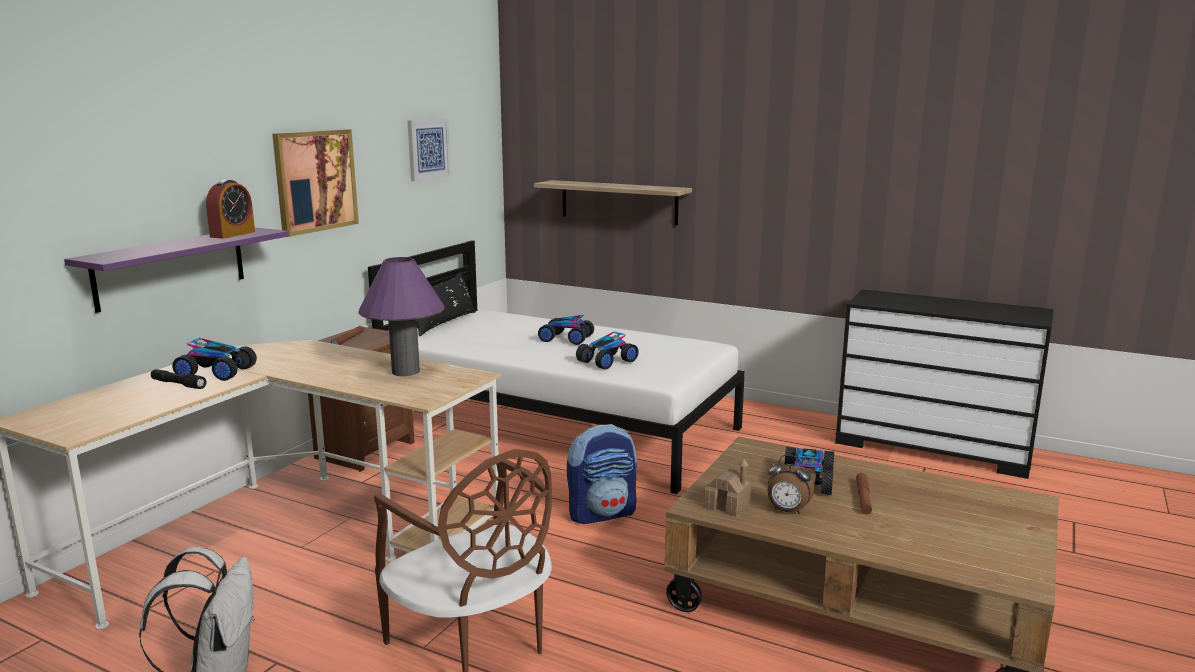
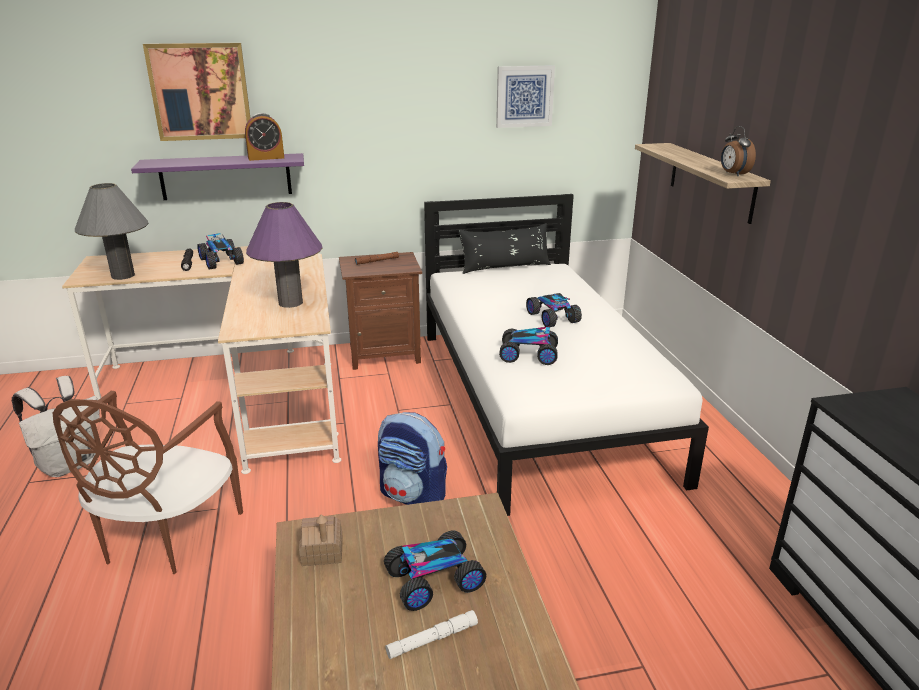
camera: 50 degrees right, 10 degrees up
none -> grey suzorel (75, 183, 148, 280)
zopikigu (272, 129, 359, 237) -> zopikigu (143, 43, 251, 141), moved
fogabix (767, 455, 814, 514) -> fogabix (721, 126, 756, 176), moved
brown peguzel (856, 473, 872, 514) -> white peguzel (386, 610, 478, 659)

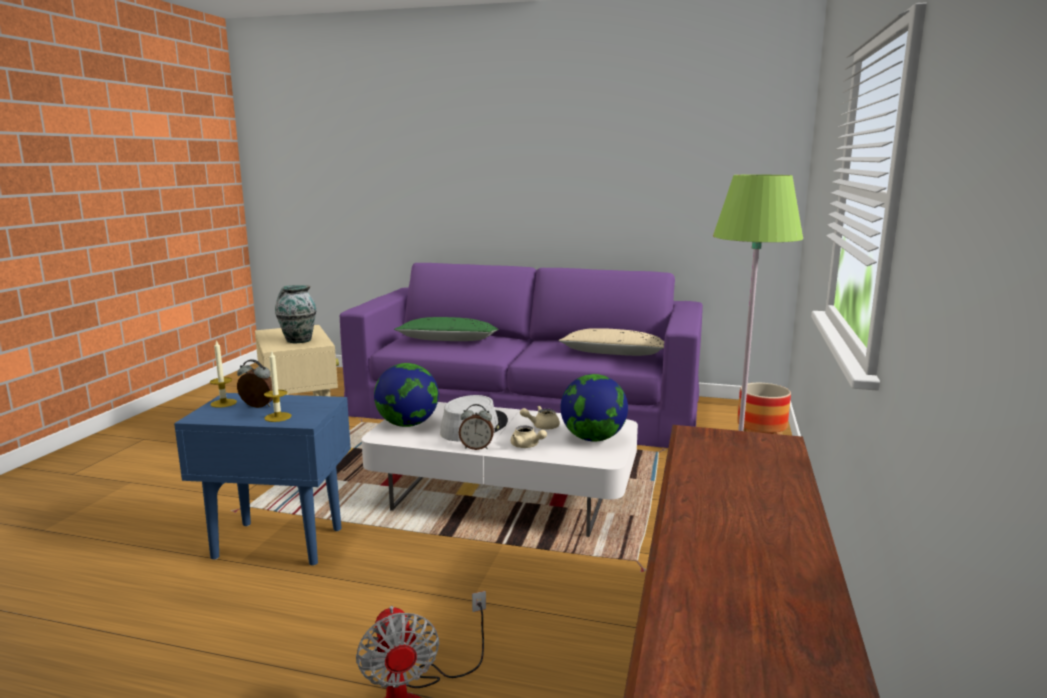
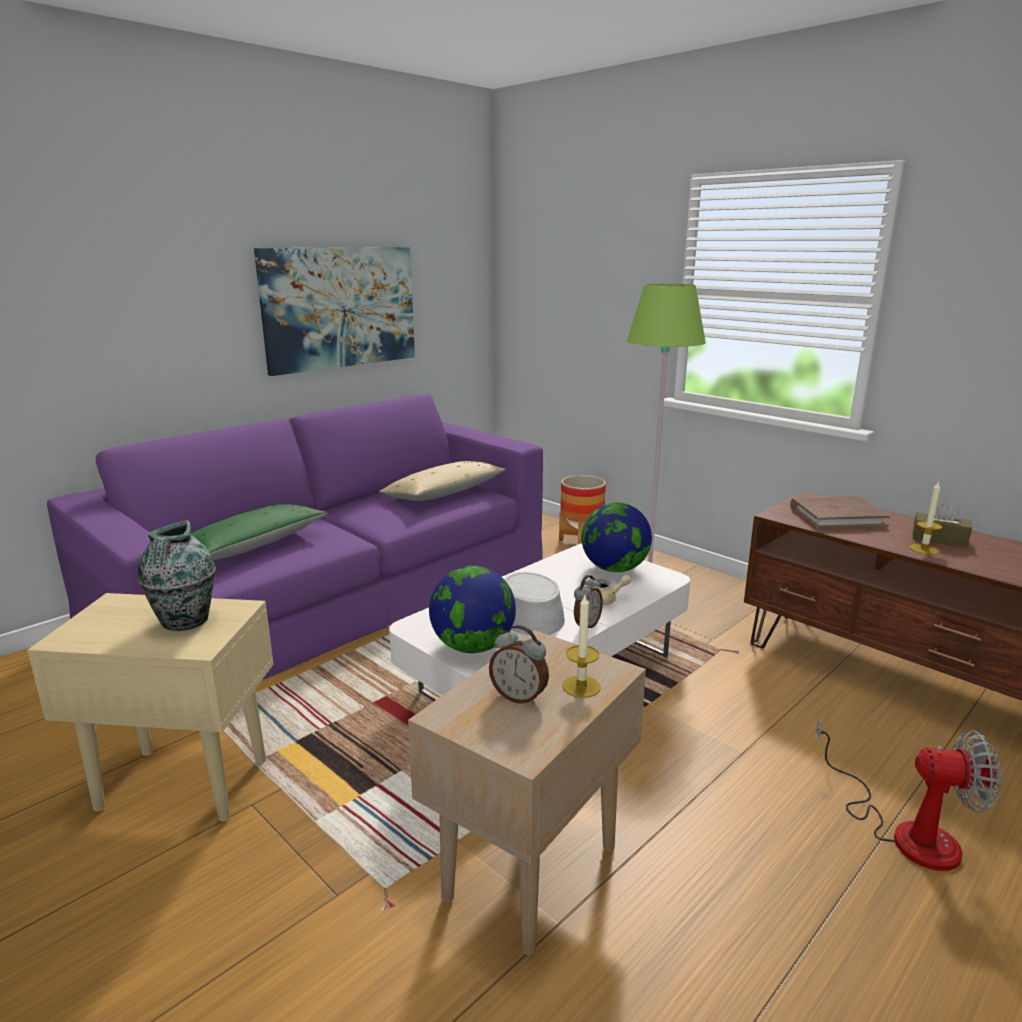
camera: 60 degrees left, 5 degrees up
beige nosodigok (520, 406, 560, 430) -> none
none -> zopikigu (254, 247, 415, 376)
none -> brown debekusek (790, 496, 890, 529)
none -> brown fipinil (913, 501, 972, 548)
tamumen (210, 340, 237, 408) -> tamumen (909, 481, 943, 555), moved
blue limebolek (174, 393, 351, 566) -> beige limebolek (408, 630, 646, 955)
fogabix (237, 359, 273, 408) -> fogabix (489, 625, 549, 705), 105 degrees counterclockwise

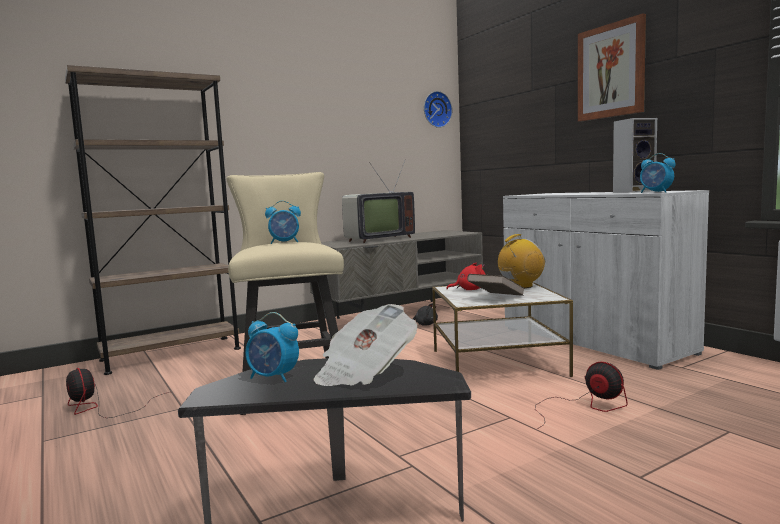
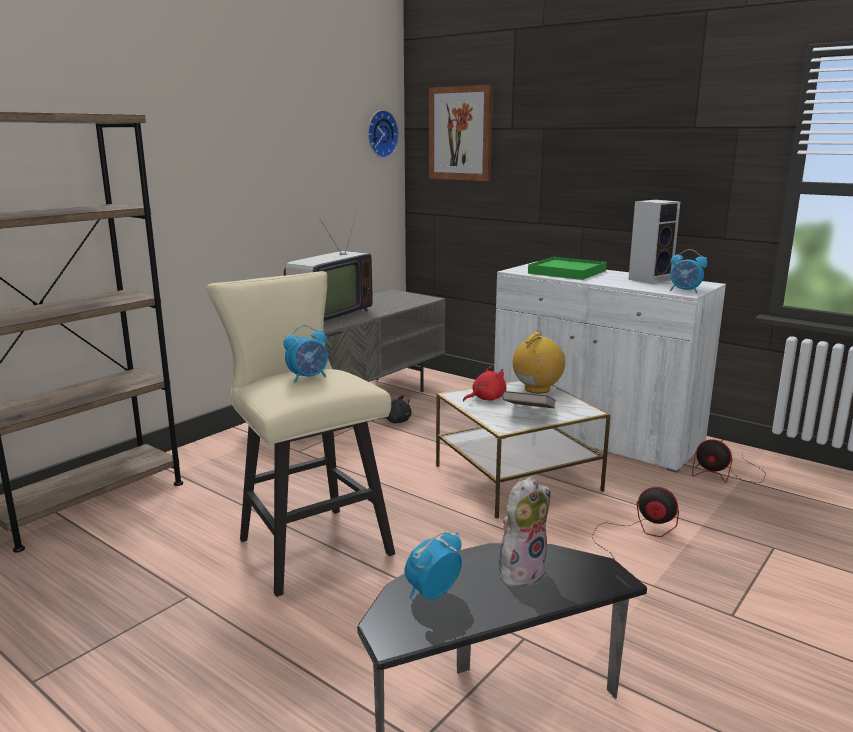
camera: 20 degrees left, 10 degrees up
none -> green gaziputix (528, 257, 607, 280)
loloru (66, 368, 169, 418) -> loloru (692, 440, 766, 483), moved
zopikigu (578, 13, 646, 122) -> zopikigu (429, 85, 493, 181), moved
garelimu (314, 304, 417, 386) -> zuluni (499, 477, 550, 587)
fogabix (245, 312, 299, 382) -> fogabix (404, 532, 462, 600), 135 degrees clockwise

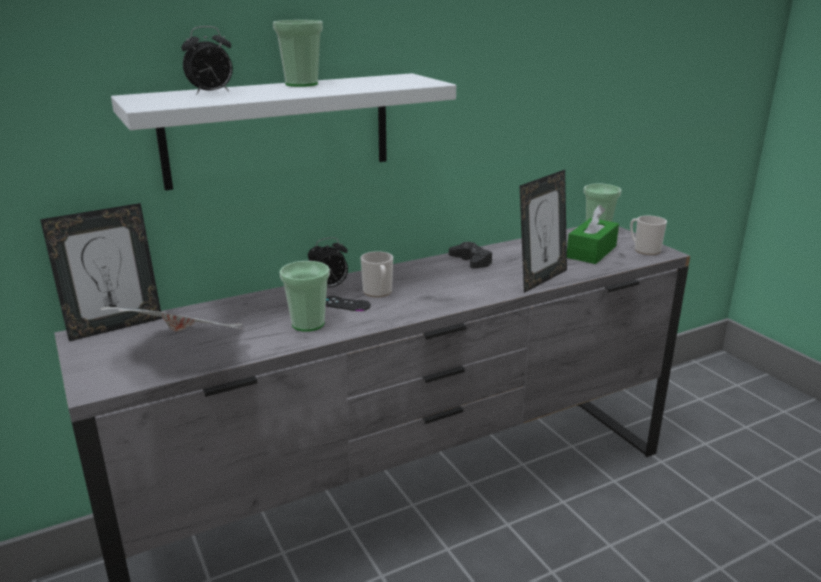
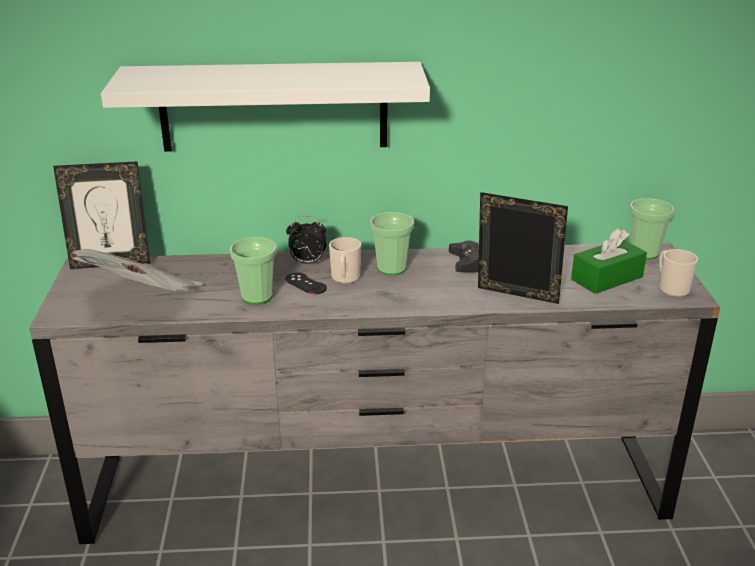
camera: 25 degrees right, 5 degrees up
fogabix (182, 26, 233, 95) -> none
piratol (273, 20, 323, 87) -> piratol (371, 212, 414, 275), moved
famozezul (520, 170, 567, 293) -> famozezul (478, 192, 568, 304), 135 degrees counterclockwise

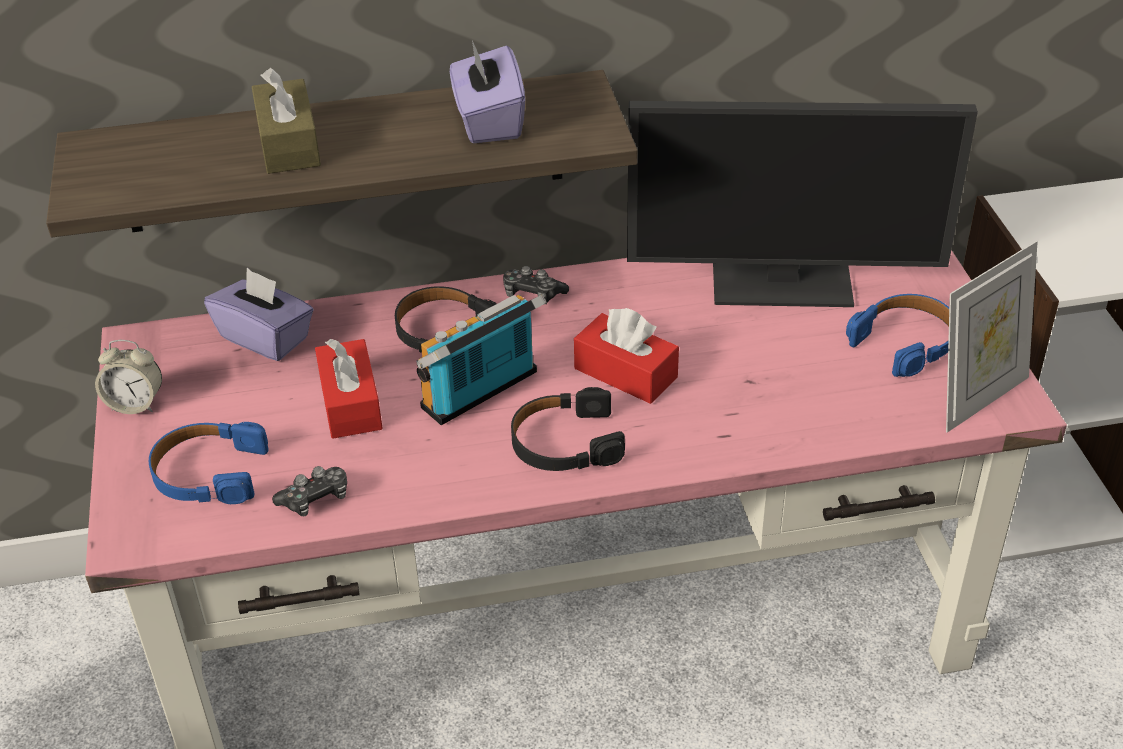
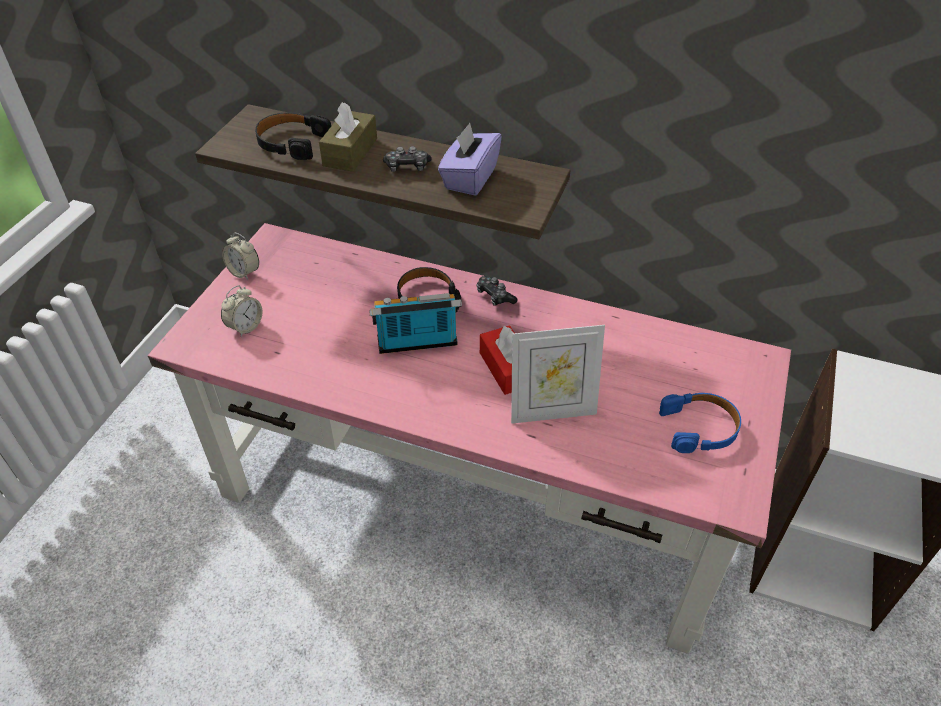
camera: 30 degrees right, 5 degrees up
purple fipinil (204, 268, 314, 361) -> none
red fipinil (315, 339, 383, 439) -> none
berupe (627, 101, 978, 307) -> none
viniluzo (272, 466, 347, 517) -> viniluzo (383, 146, 432, 172), moved
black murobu (511, 387, 625, 471) -> black murobu (255, 113, 331, 160), moved
famozezul (946, 241, 1038, 433) -> famozezul (511, 325, 605, 424), moved
blue murobu (149, 422, 269, 504) -> fogabix (221, 285, 263, 337)

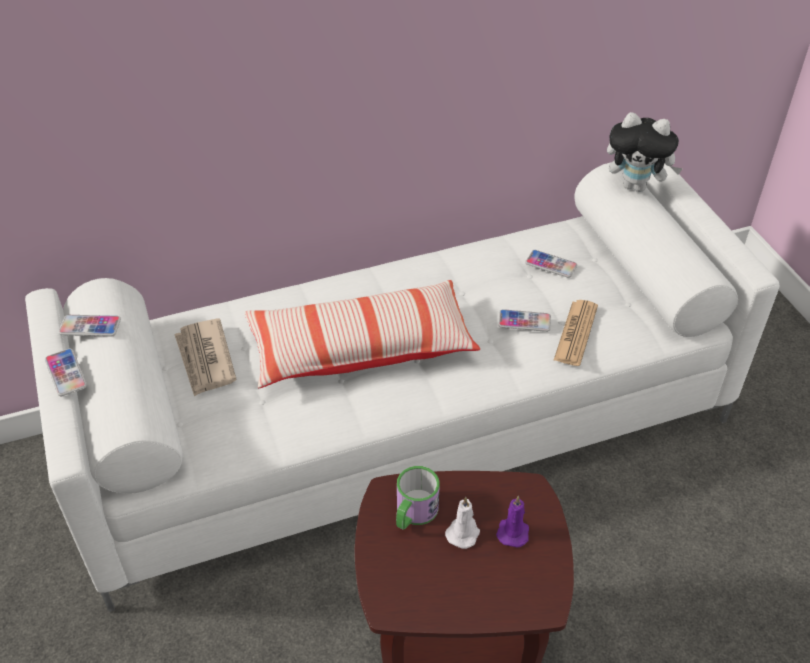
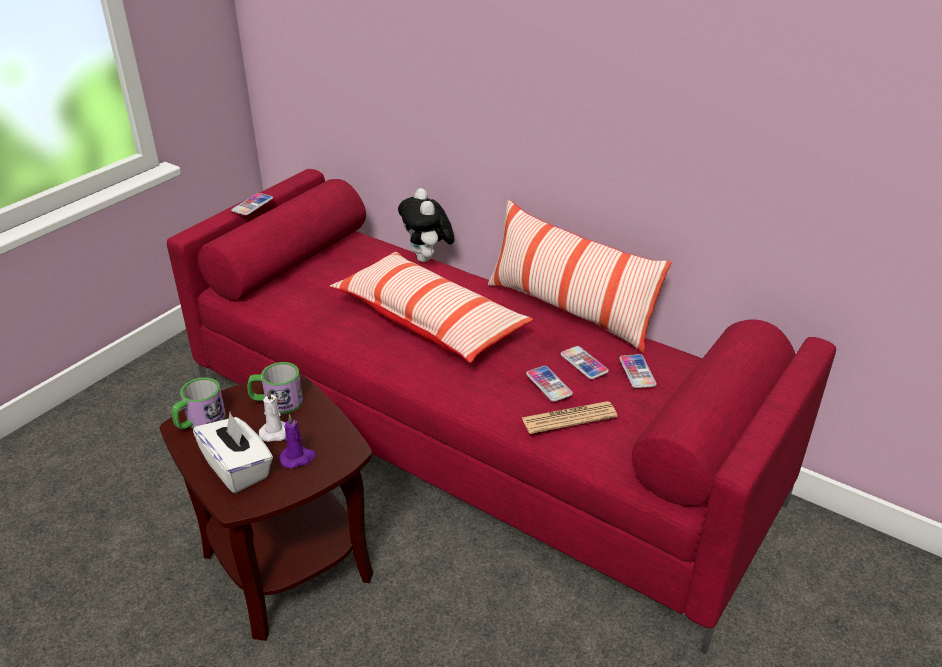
camera: 55 degrees right, 10 degrees down
garelimu (174, 319, 237, 397) -> none
none -> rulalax (172, 377, 226, 430)
none -> white fipinil (193, 412, 273, 493)
none -> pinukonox (488, 200, 672, 353)
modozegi (59, 315, 121, 337) -> modozegi (561, 346, 609, 379), moved
zuluni (607, 112, 683, 192) -> zuluni (398, 188, 454, 262), moved
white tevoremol (25, 163, 779, 612) -> red tevoremol (167, 169, 836, 654)

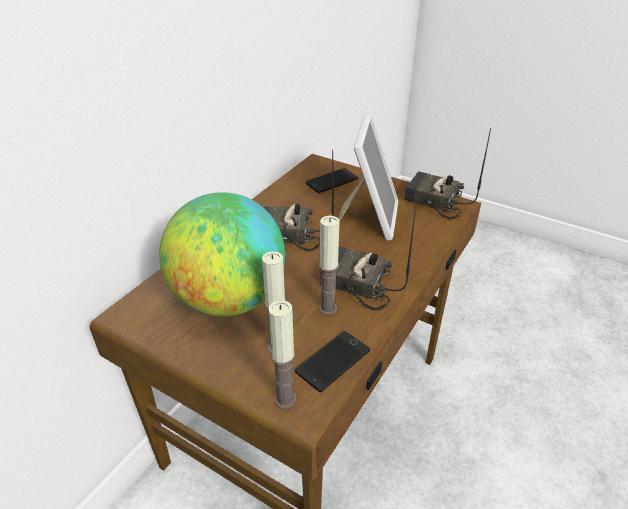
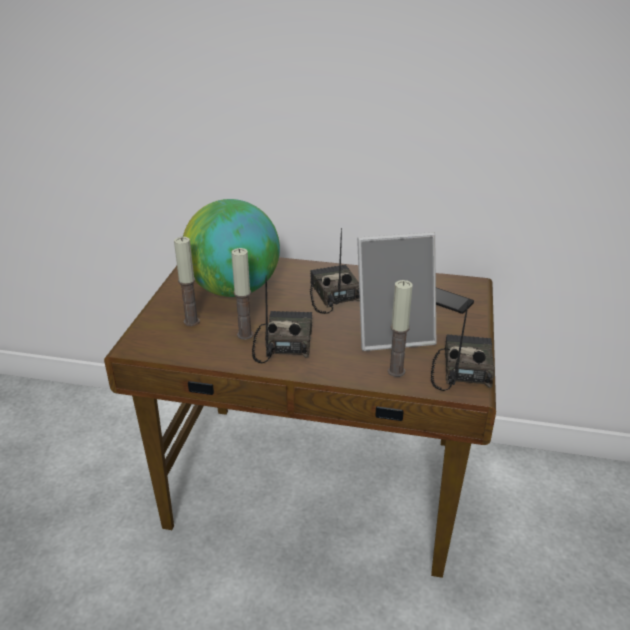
camera: 70 degrees right, 5 degrees down
modozegi (295, 331, 370, 392) -> none
tamumen (269, 300, 296, 409) -> tamumen (388, 280, 413, 377), moved

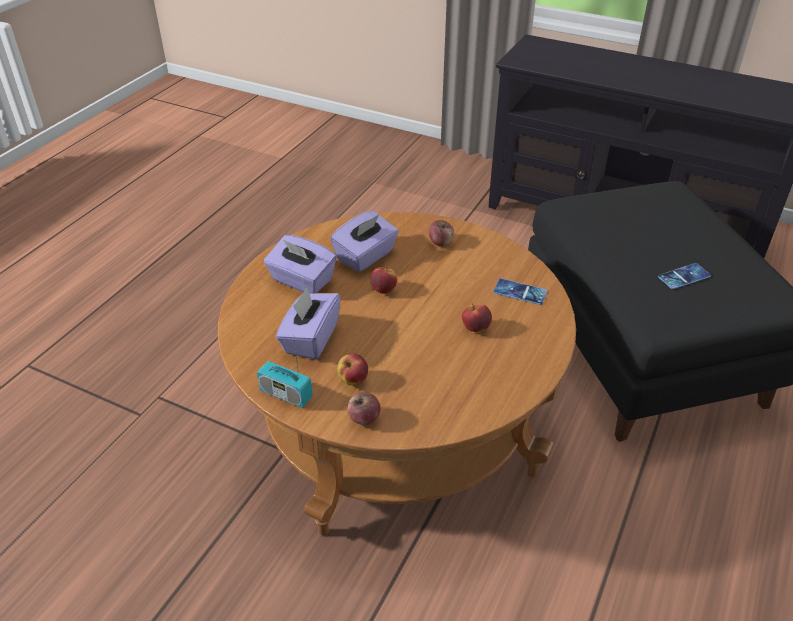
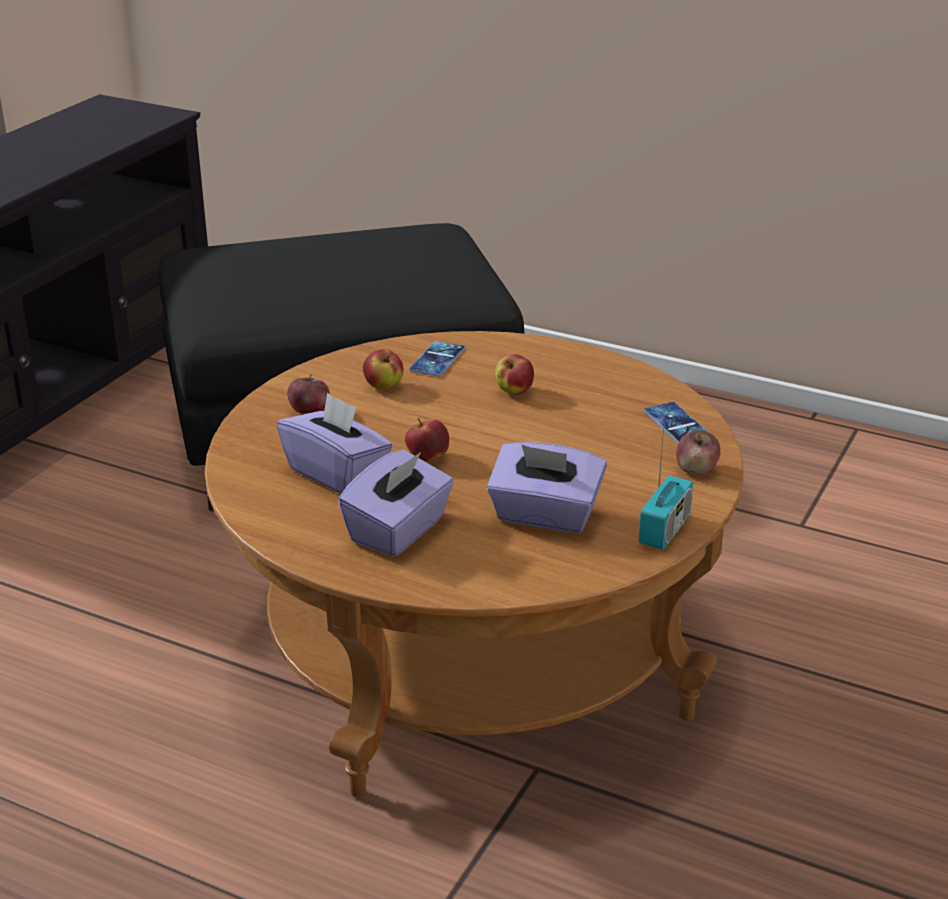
camera: 90 degrees left, 10 degrees down
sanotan (337, 353, 368, 386) -> sanotan (363, 349, 403, 389), moved
modozegi (658, 263, 711, 289) -> modozegi (644, 402, 708, 443), moved

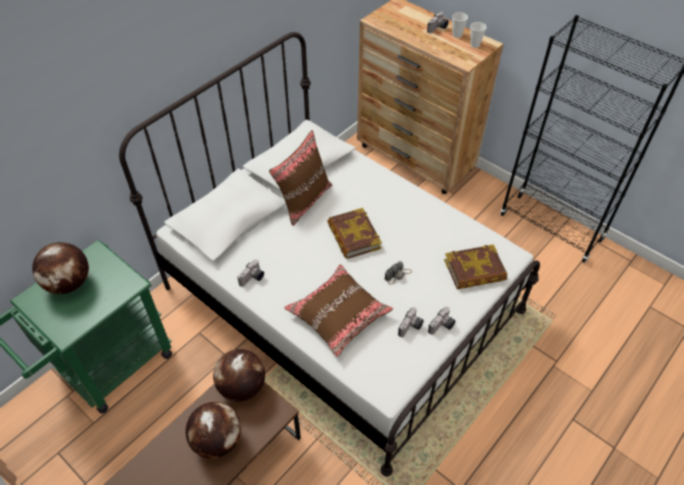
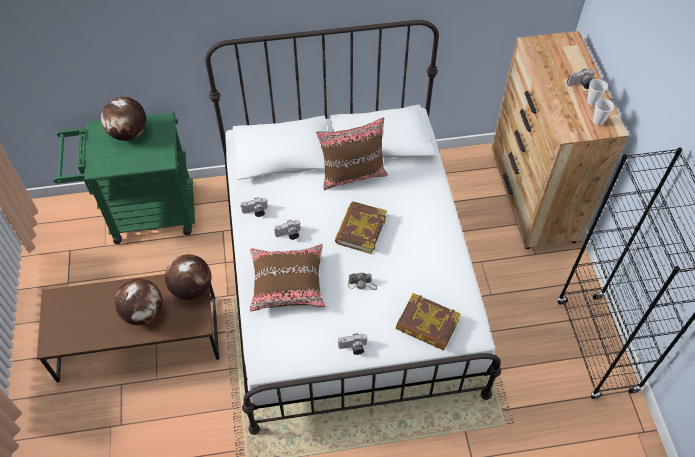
camera: 40 degrees right, 5 degrees up
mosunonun (398, 307, 424, 337) -> mosunonun (274, 220, 301, 240), moved

